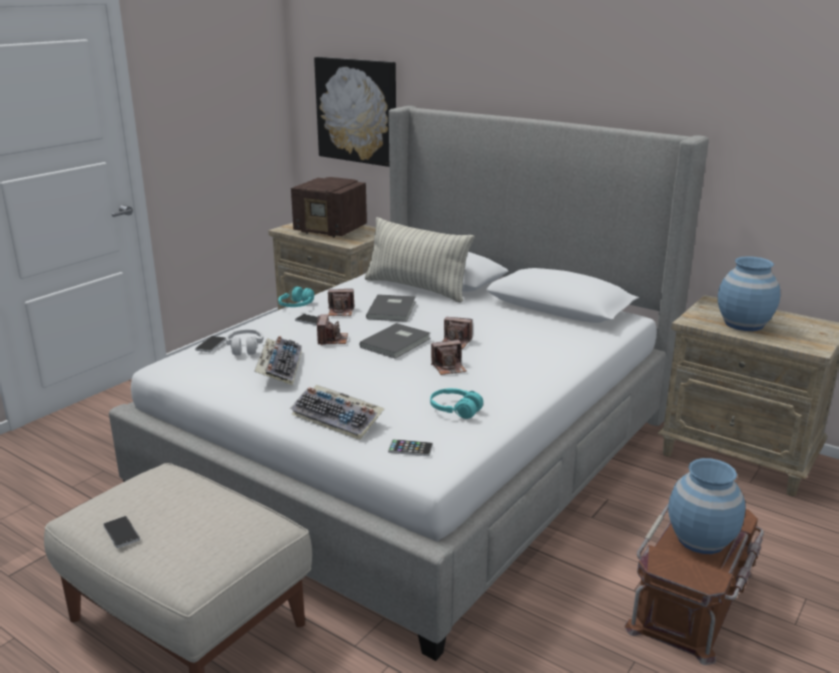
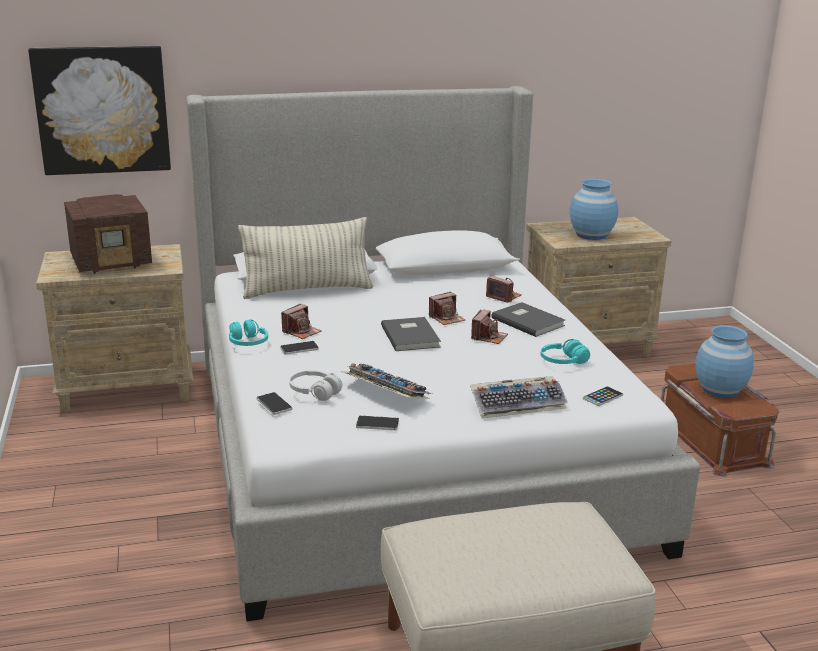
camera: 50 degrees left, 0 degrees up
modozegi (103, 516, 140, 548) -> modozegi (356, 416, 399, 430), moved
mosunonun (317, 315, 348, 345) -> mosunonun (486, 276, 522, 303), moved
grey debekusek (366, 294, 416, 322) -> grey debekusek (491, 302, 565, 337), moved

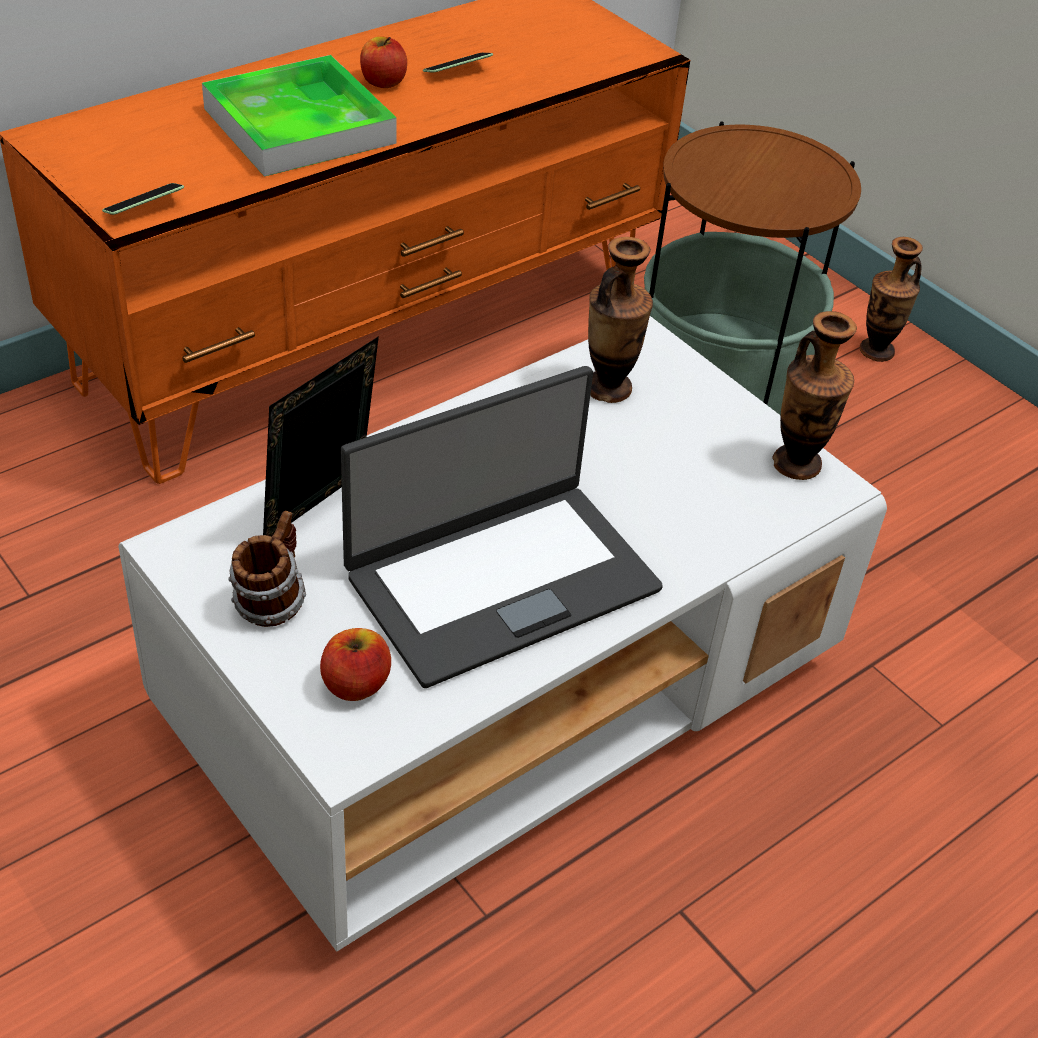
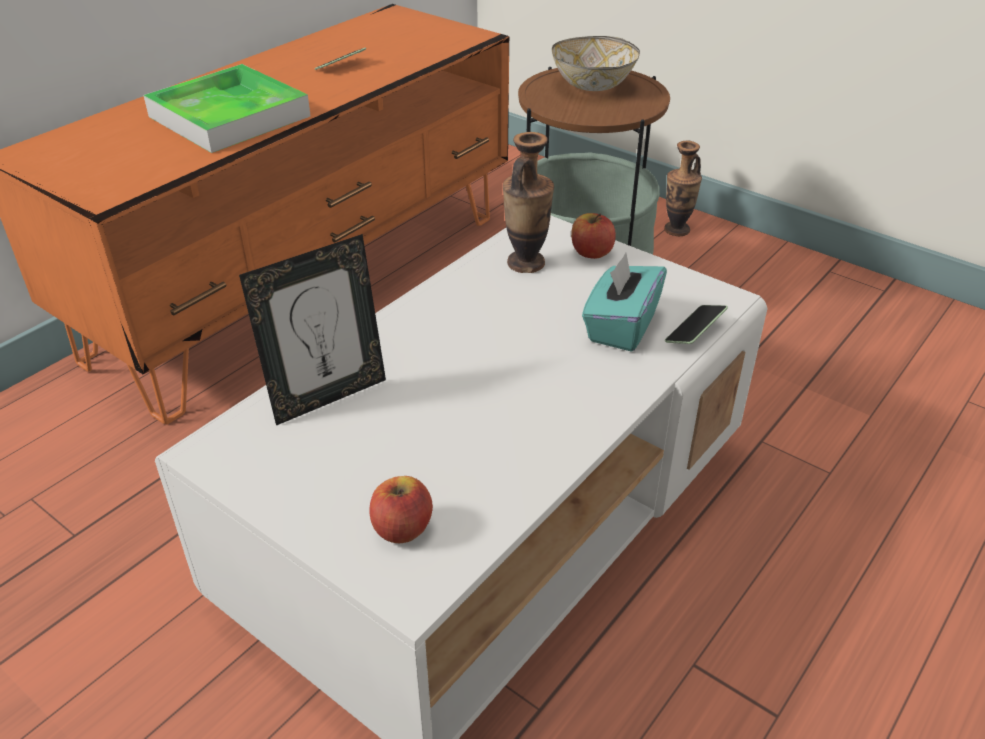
camera: 10 degrees left, 5 degrees down
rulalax (228, 510, 306, 627) -> none
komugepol (341, 366, 663, 688) -> none
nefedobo (772, 311, 857, 480) -> none
none -> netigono (552, 36, 640, 91)
none -> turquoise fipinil (582, 253, 667, 352)
modozegi (102, 183, 184, 215) -> modozegi (665, 305, 728, 344), moved
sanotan (360, 36, 407, 88) -> sanotan (571, 213, 616, 259), moved
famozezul (263, 336, 379, 536) -> famozezul (239, 234, 386, 426), 150 degrees counterclockwise

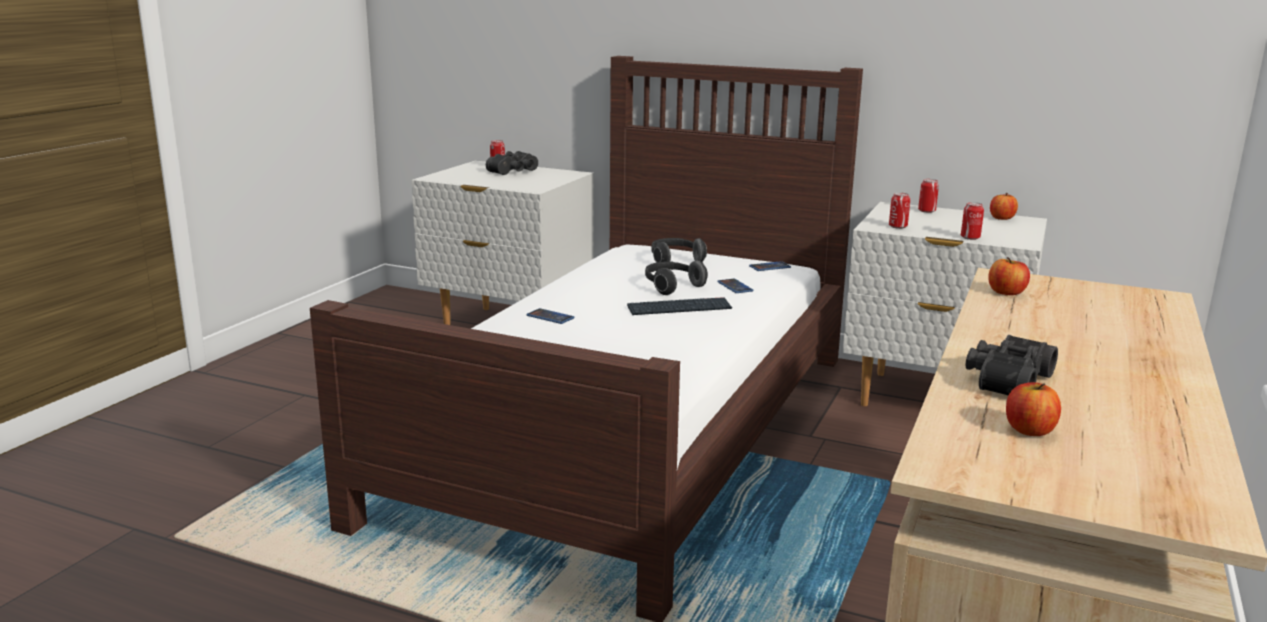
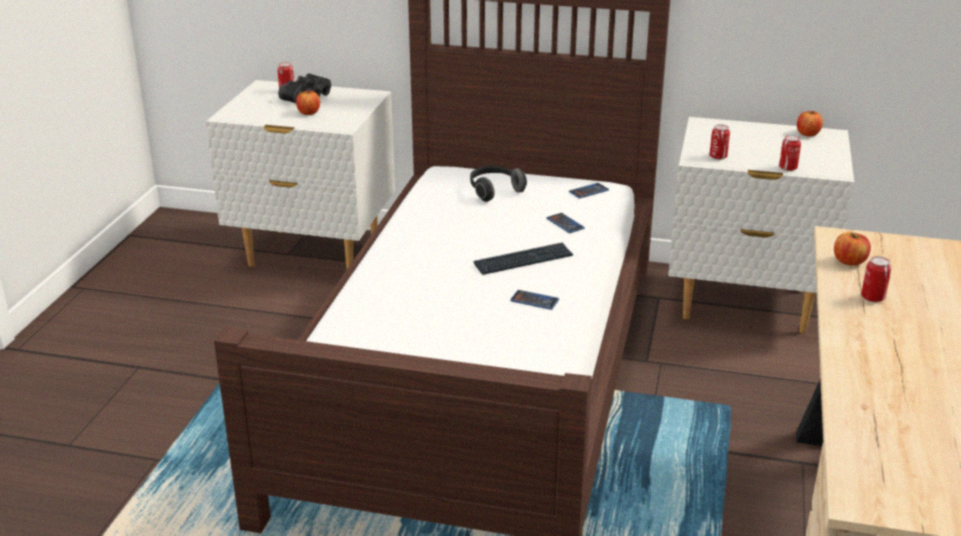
camera: 10 degrees left, 10 degrees up
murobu (645, 260, 708, 295) -> none
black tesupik (966, 335, 1058, 396) -> none
modozegi (526, 308, 575, 324) -> modozegi (510, 290, 559, 310), moved
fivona (918, 179, 939, 213) -> fivona (861, 256, 891, 302), moved
sanotan (1006, 382, 1061, 436) -> sanotan (296, 91, 320, 115), moved

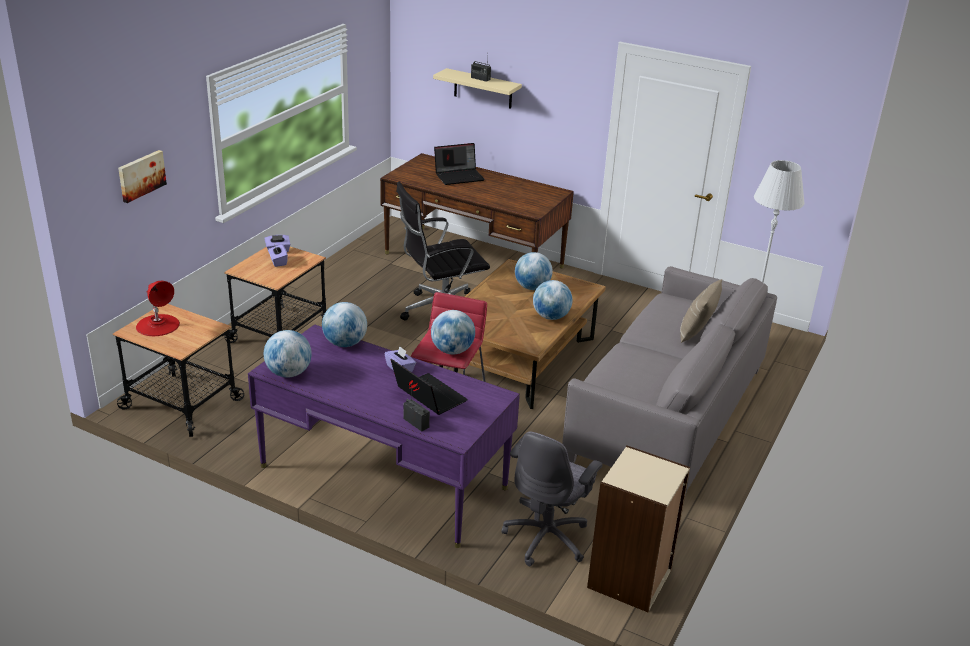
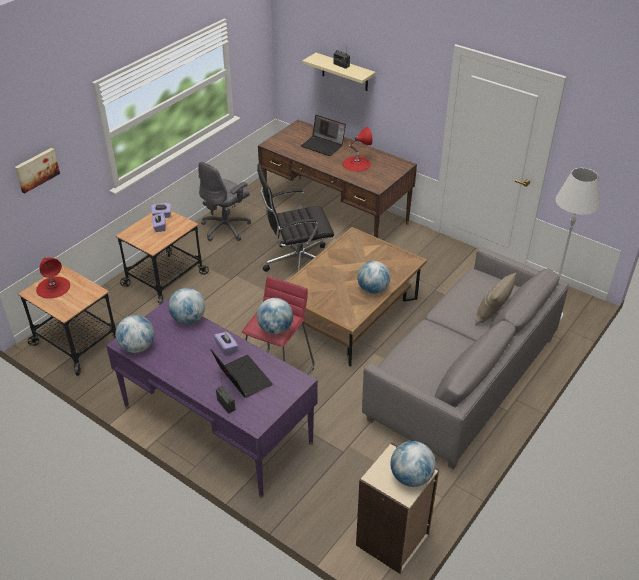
camera: 10 degrees right, 10 degrees up
none -> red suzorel (343, 127, 373, 172)
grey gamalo (502, 431, 602, 566) -> grey gamalo (198, 162, 251, 241), moved
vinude (515, 252, 553, 290) -> vinude (390, 441, 436, 487), moved
komugepol (434, 143, 485, 185) -> komugepol (301, 115, 346, 156), 45 degrees clockwise

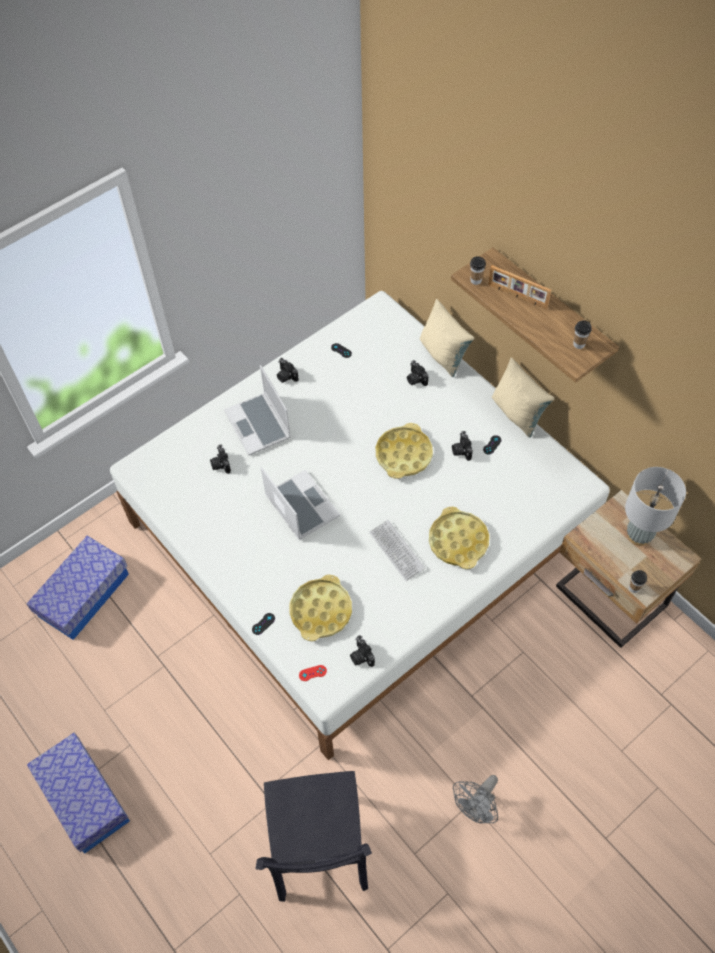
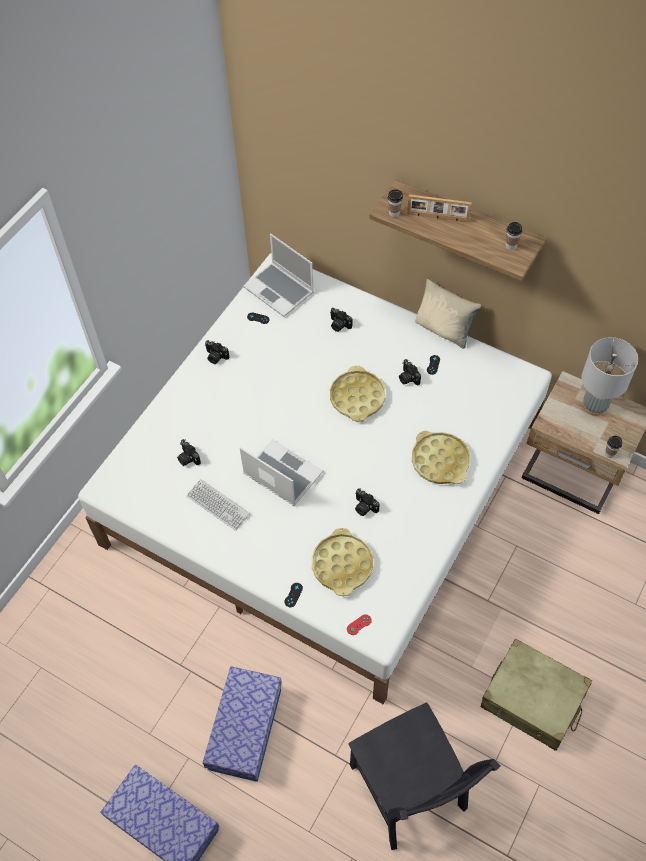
camera: 20 degrees left, 0 degrees up
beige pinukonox (420, 299, 474, 377) -> none
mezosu (27, 536, 129, 640) -> mezosu (203, 666, 282, 782), moved
komugepol (224, 365, 291, 456) -> komugepol (243, 233, 314, 317), moved
mosunonun (350, 635, 375, 667) -> mosunonun (355, 488, 379, 516), moved
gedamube (369, 520, 426, 581) -> gedamube (186, 479, 250, 531), moved
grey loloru (453, 775, 498, 823) -> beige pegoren (481, 639, 592, 751)

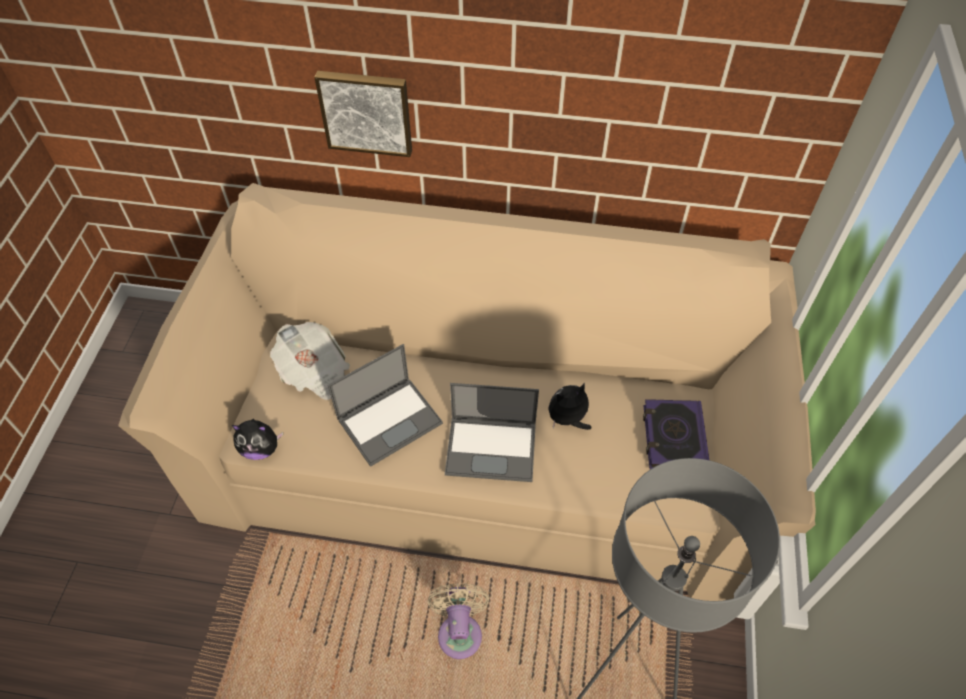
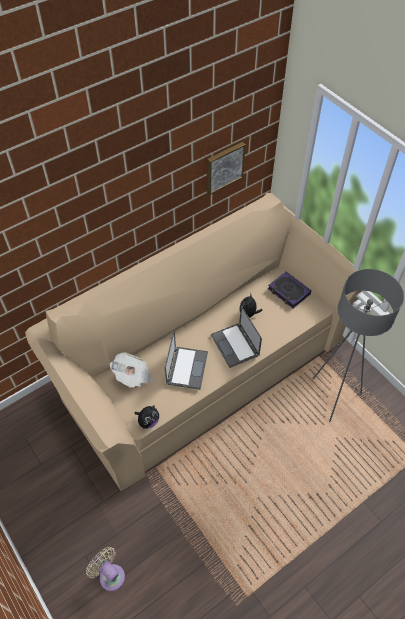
camera: 45 degrees left, 0 degrees up
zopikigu (314, 71, 412, 157) -> zopikigu (207, 142, 246, 195), moved
beige loloru (428, 583, 490, 659) -> beige loloru (86, 547, 125, 591), moved
komugepol (445, 383, 539, 482) -> komugepol (211, 306, 262, 368), 105 degrees clockwise

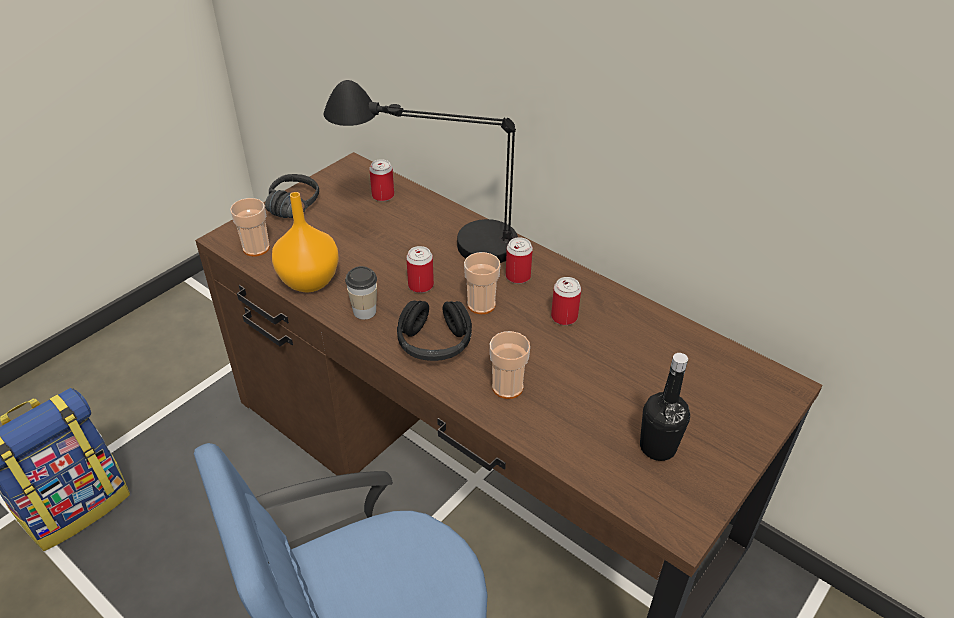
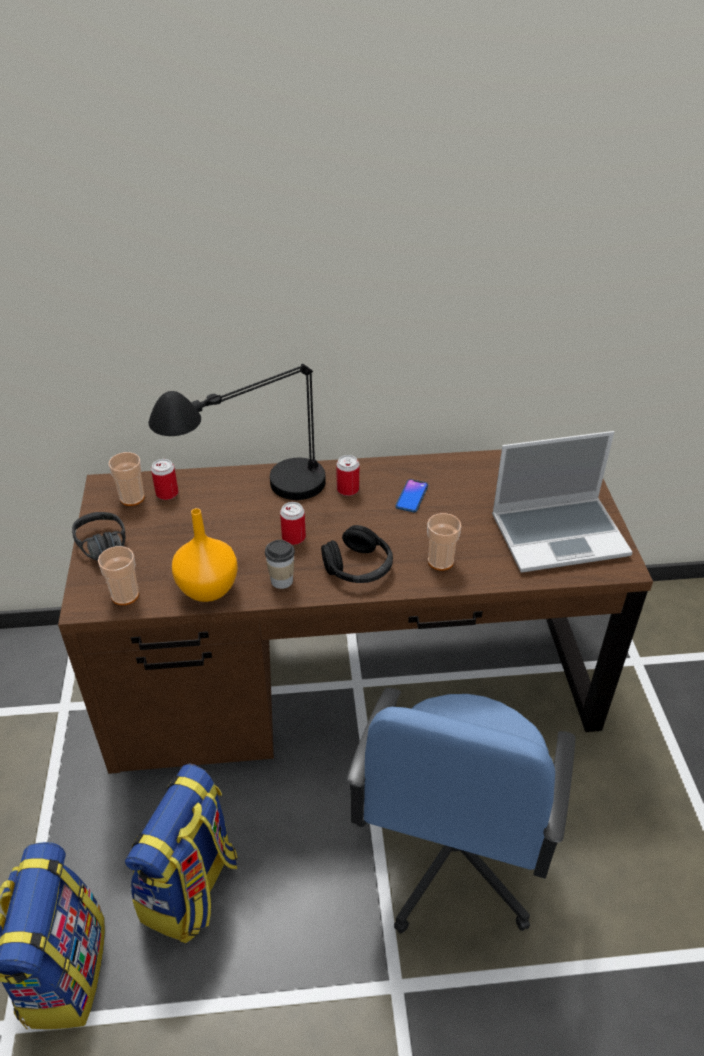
camera: 45 degrees left, 0 degrees up
none -> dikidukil (125, 763, 238, 943)
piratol (464, 252, 500, 314) -> piratol (108, 452, 145, 506), moved
fivona (551, 277, 581, 325) -> modozegi (396, 479, 428, 512)
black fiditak (640, 353, 690, 461) -> komugepol (492, 431, 632, 572)

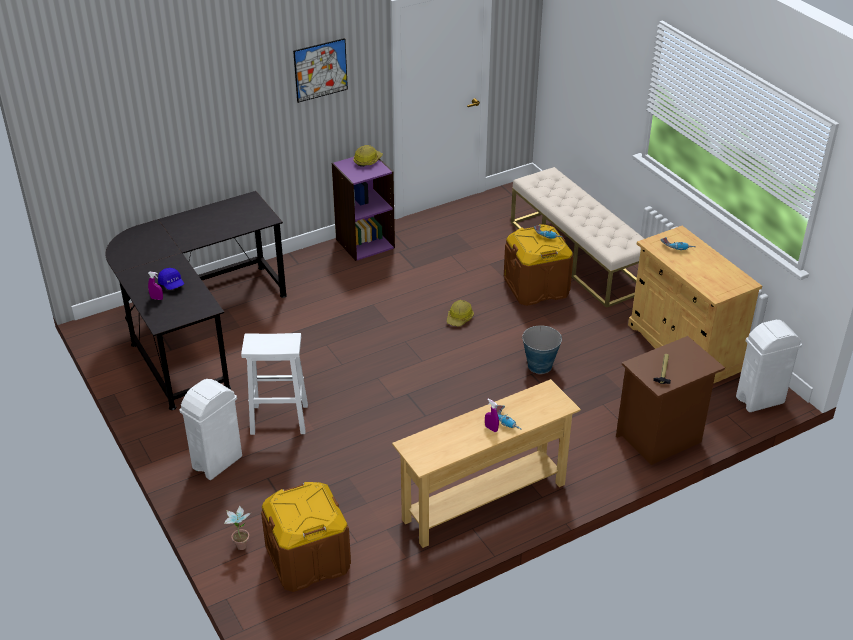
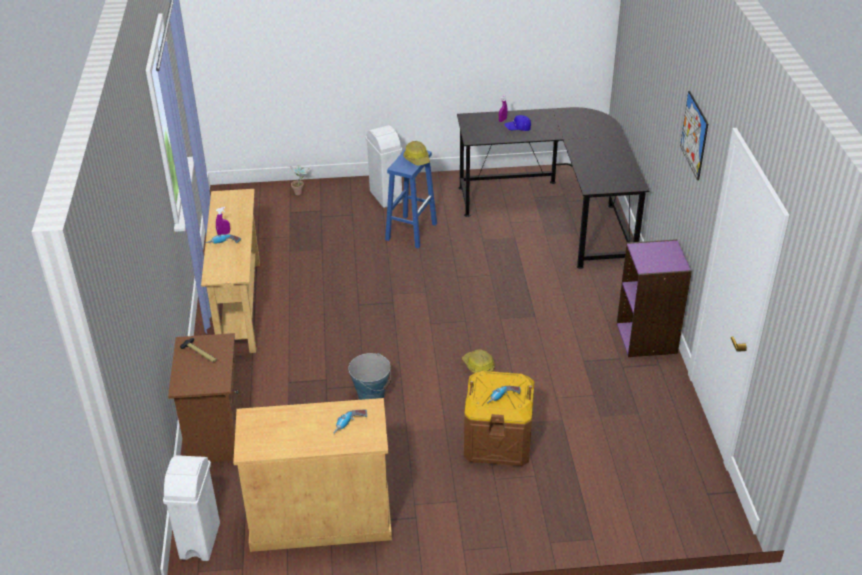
camera: 115 degrees right, 0 degrees up
brown mezosu (261, 482, 351, 592) -> none
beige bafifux (511, 167, 645, 308) -> none
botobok (354, 145, 383, 167) -> botobok (403, 141, 430, 165), moved
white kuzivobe (241, 333, 308, 435) -> blue kuzivobe (385, 148, 437, 249)

